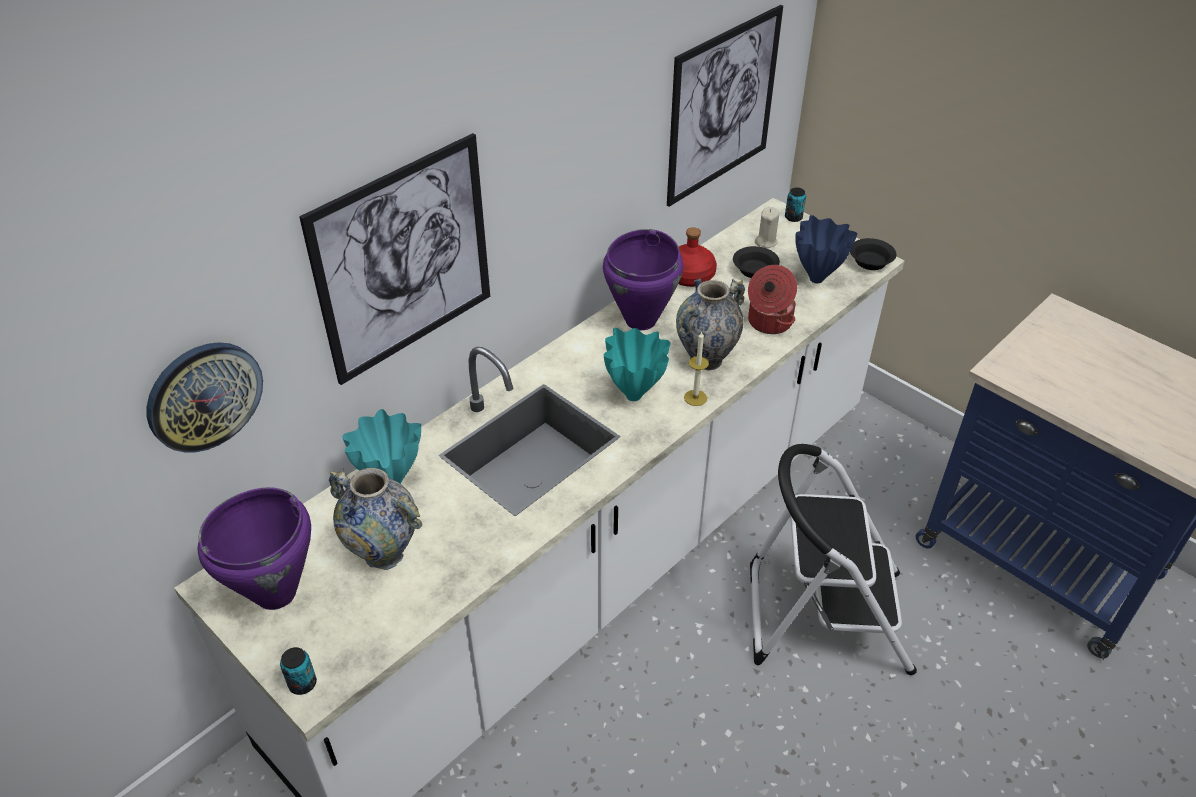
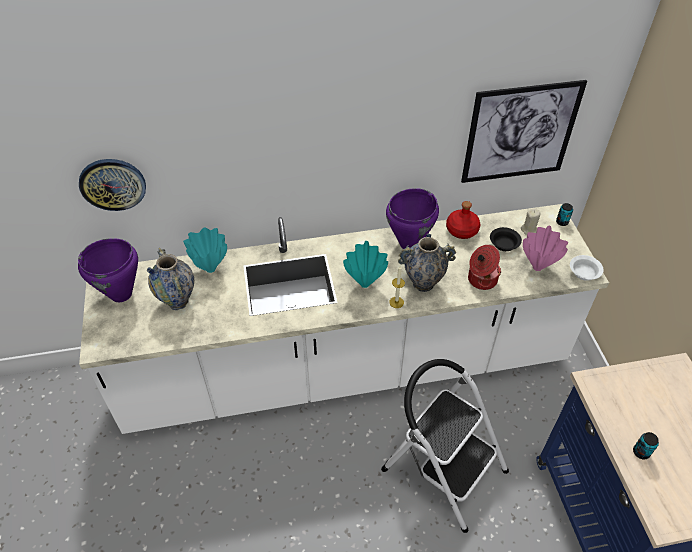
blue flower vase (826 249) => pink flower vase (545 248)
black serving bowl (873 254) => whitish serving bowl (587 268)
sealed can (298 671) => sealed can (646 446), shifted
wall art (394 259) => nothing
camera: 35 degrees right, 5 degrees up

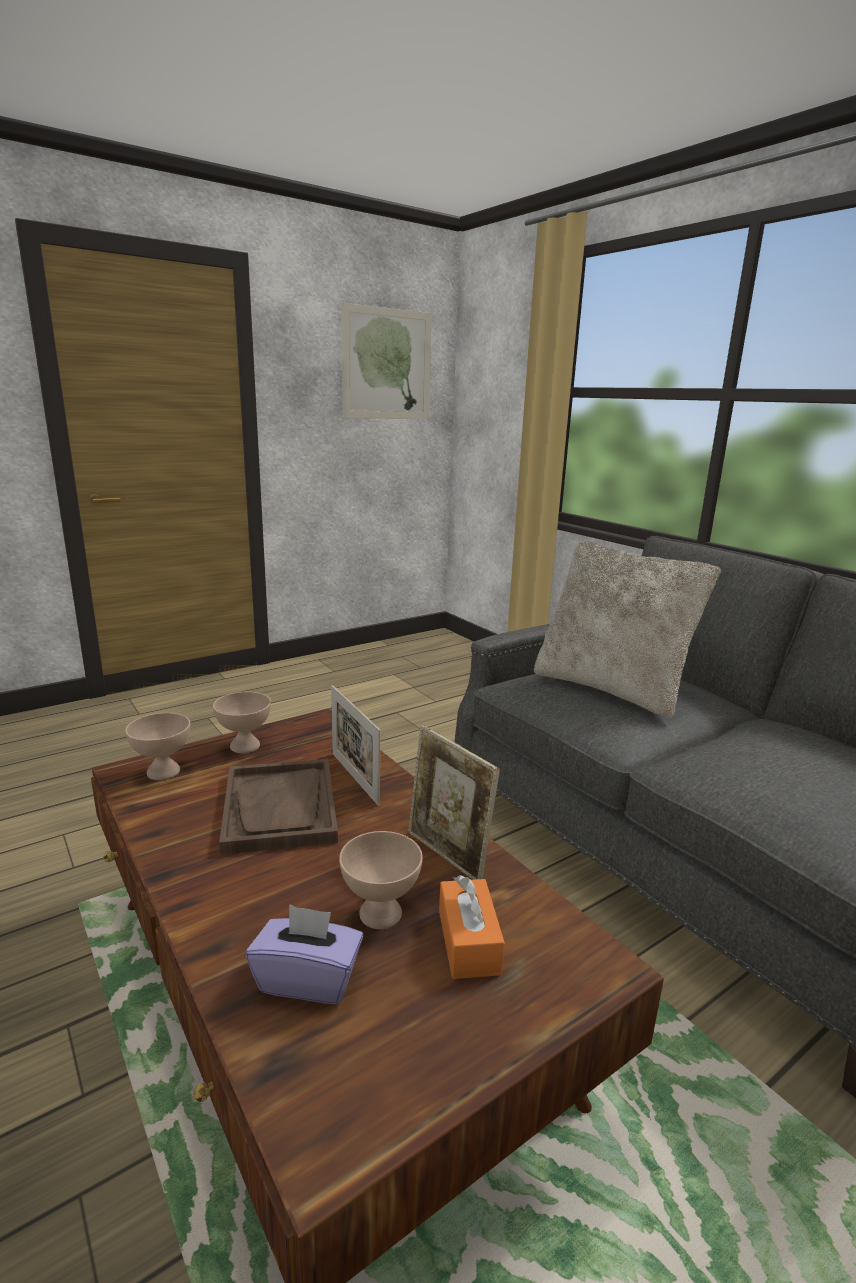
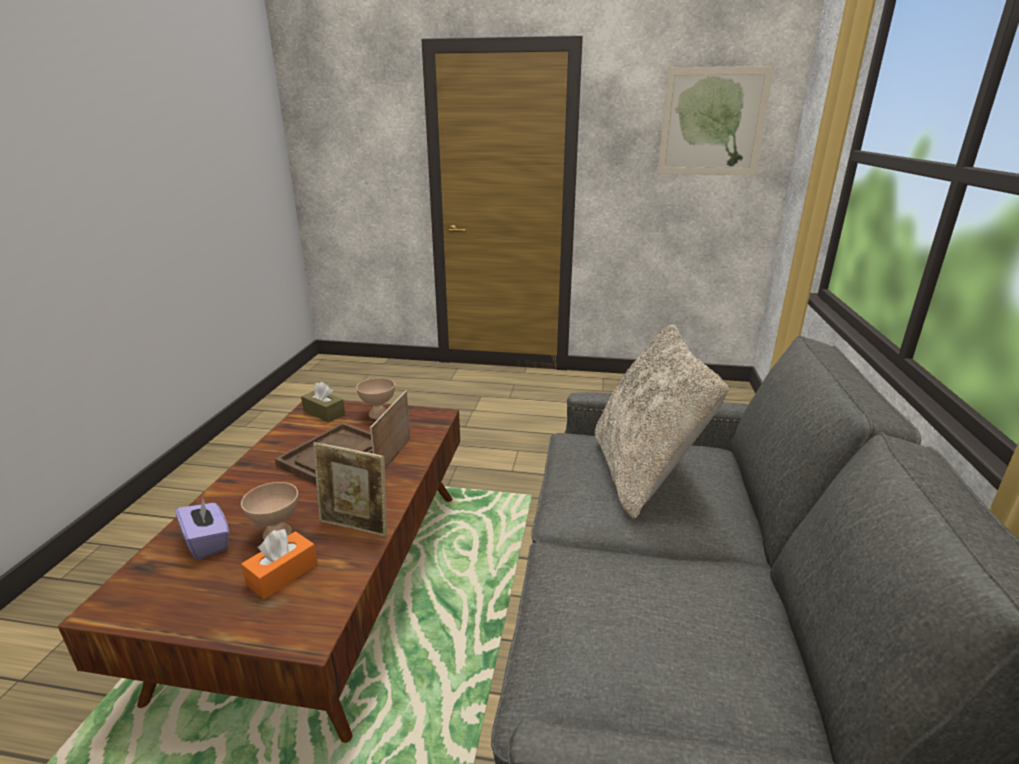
beige serving bowl (157 746) => brownish tissue holder (323 402)
standing frame (454 802) => standing frame (350 489), 75 degrees counterclockwise
camera: 45 degrees right, 5 degrees up

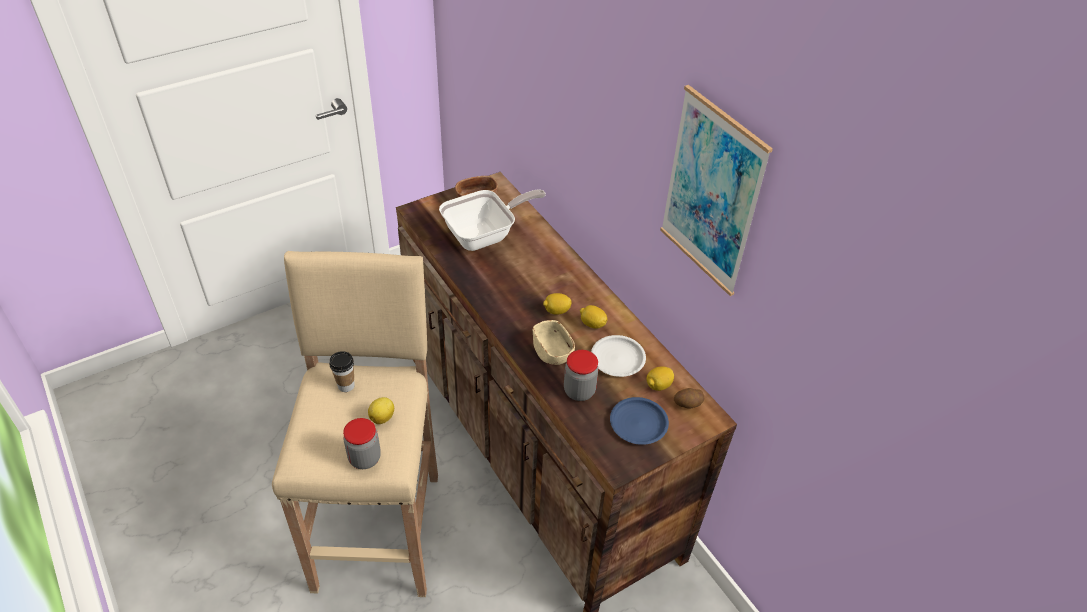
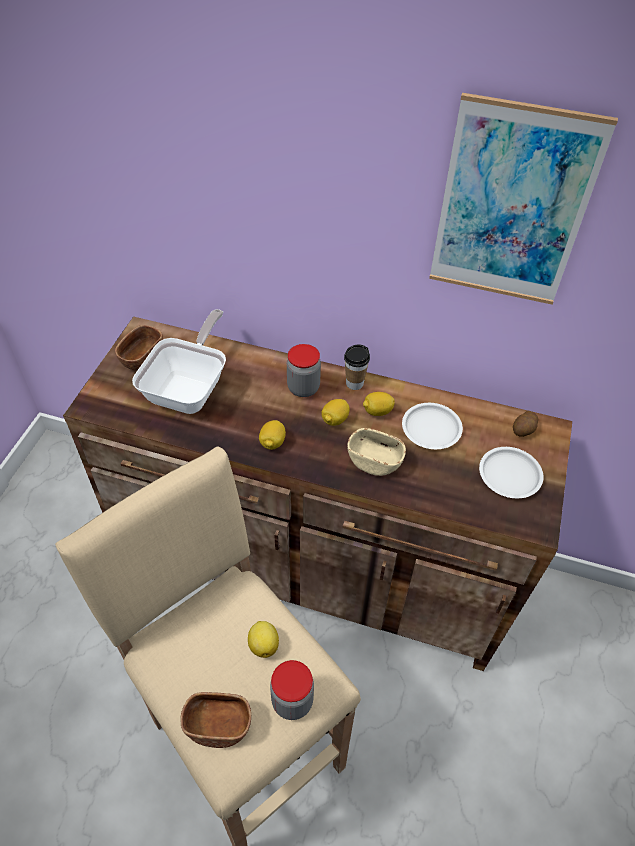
nothing => brownish serving bowl (216 720)
whole lemon (660 378) => whole lemon (272 435), shifted
storage jar (581 375) => storage jar (304 370), shifted
cup (342 371) => cup (357 367), shifted
blue flat dish (639 421) => whitish flat dish (511 472)
camera: 40 degrees left, 5 degrees up

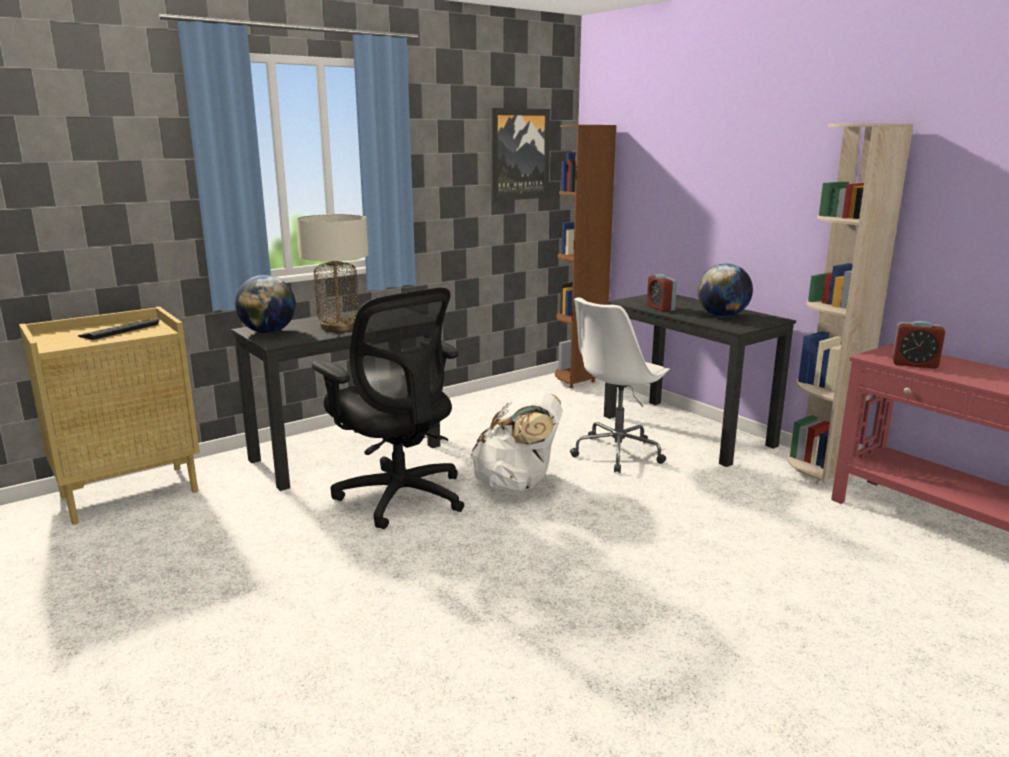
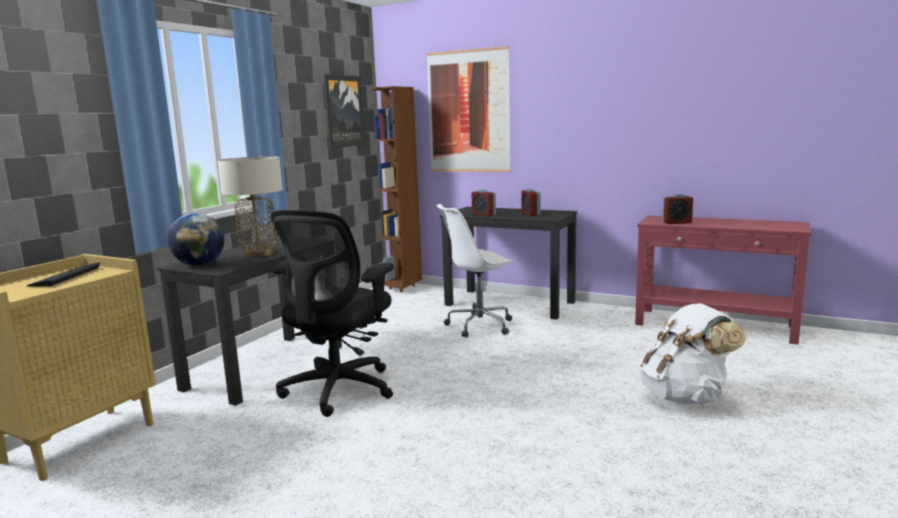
black computer chair (388 408) => black computer chair (332 313), 90 degrees clockwise
nothing => wall art (468 109)
whitish computer chair (620 385) => whitish computer chair (474 271), 45 degrees clockwise
globe (725 290) => table clock (531 202)
whitish knapsack (517 441) => whitish knapsack (692 353), shifted
beige shelving unit (850 304) => nothing
camera: 25 degrees left, 5 degrees down

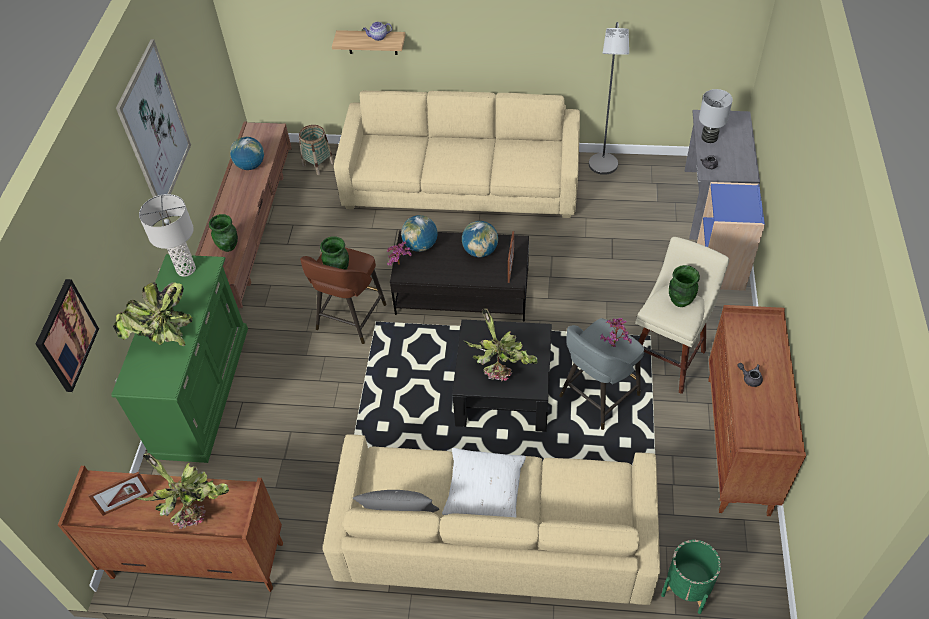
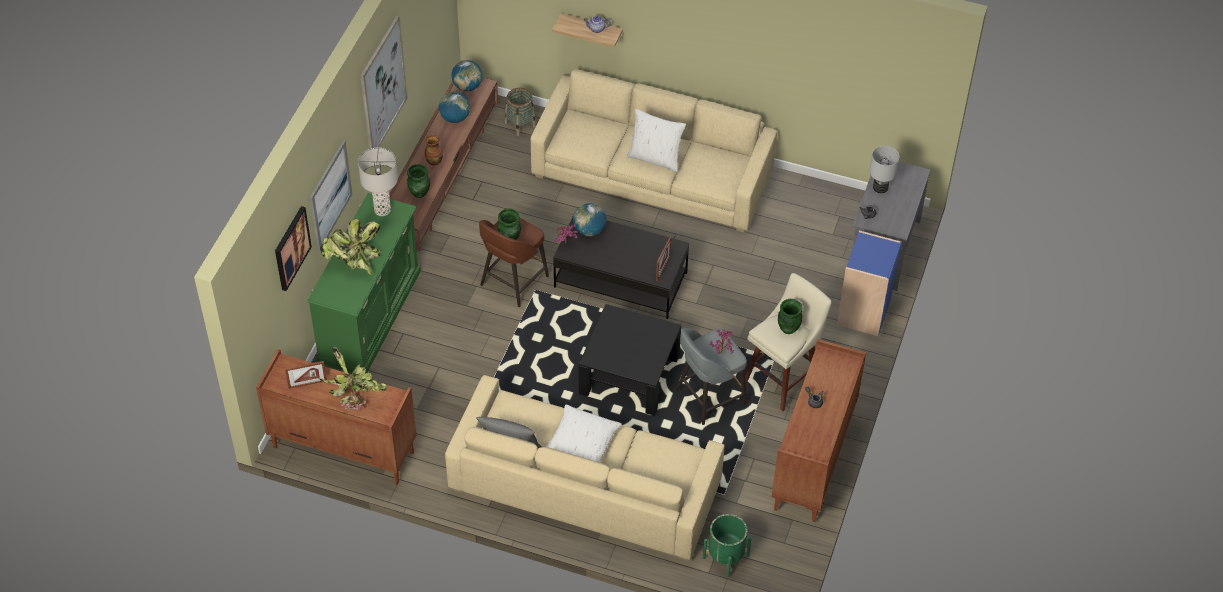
nothing => wall art (331 195)
nothing => flower vase (434 150)
globe (480 239) => globe (467 75), shifted
nothing => whitish throw pillow (656 140)
houseplant (501 344) => nothing
gray standard lamp (609 98) => nothing
camera: 10 degrees right, 0 degrees up

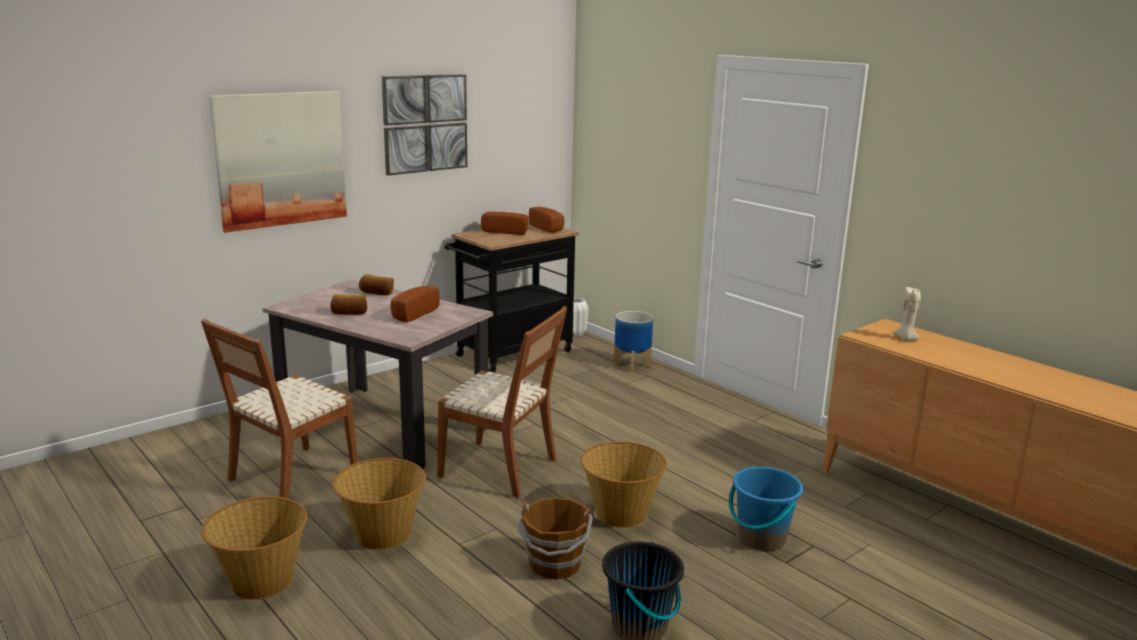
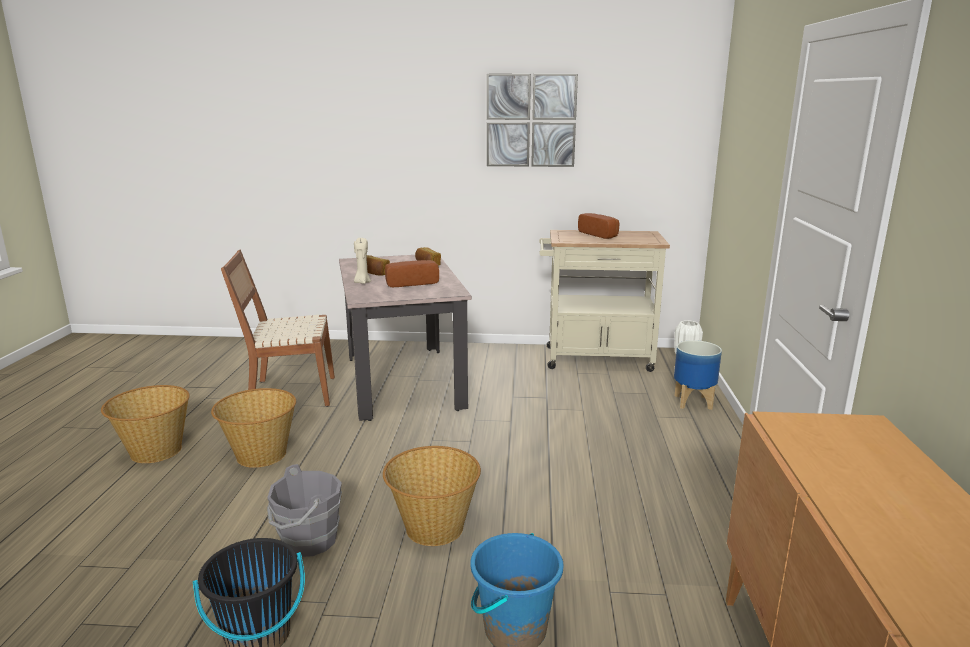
brownish bucket (555 539) => gray bucket (304 510)
beige wax candle (907 314) => beige wax candle (362 261), shifted
black wheeled cart (512 297) => beige wheeled cart (604 301)
wall art (278 162) => nothing
chair (502 402) => nothing
baked bread (546 220) => nothing
camera: 45 degrees right, 0 degrees up

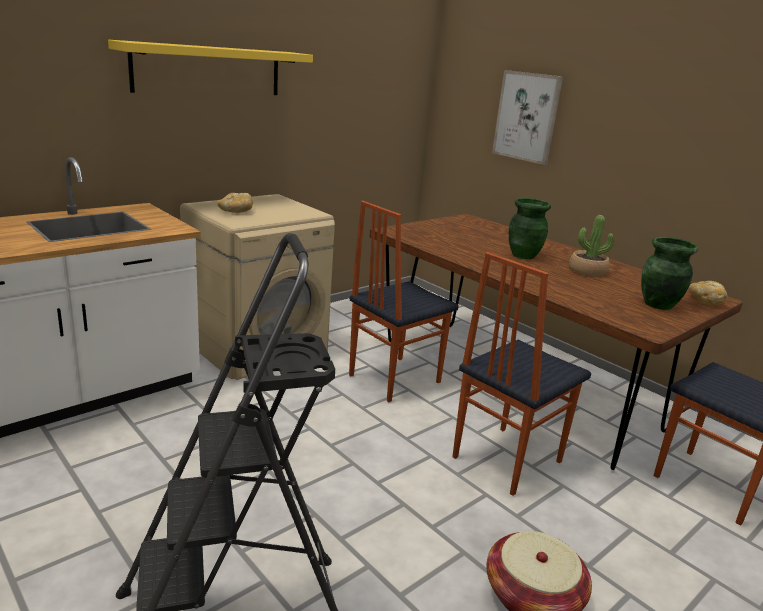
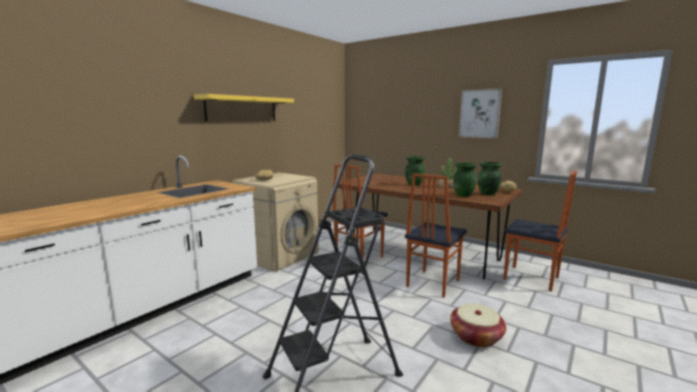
nothing => greenish flower vase (465 180)
wall art (527 117) => wall art (480 113), shifted
camera: 10 degrees left, 10 degrees down

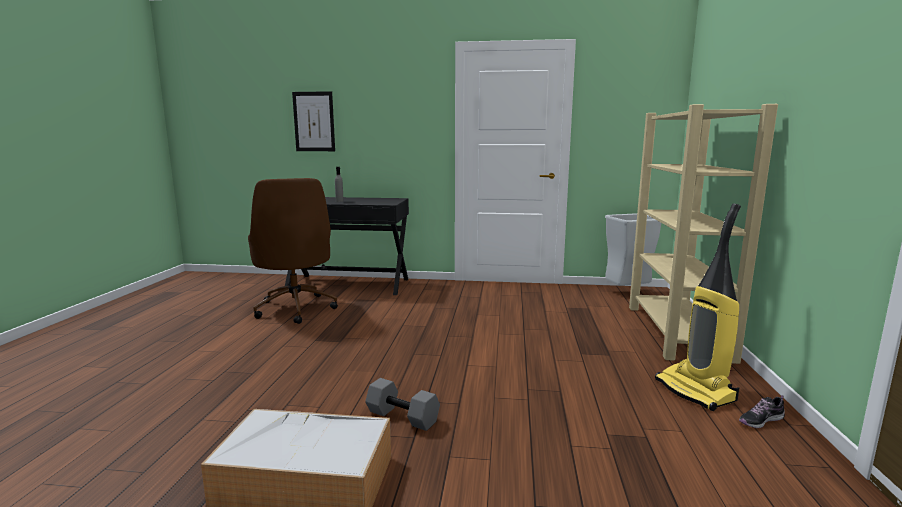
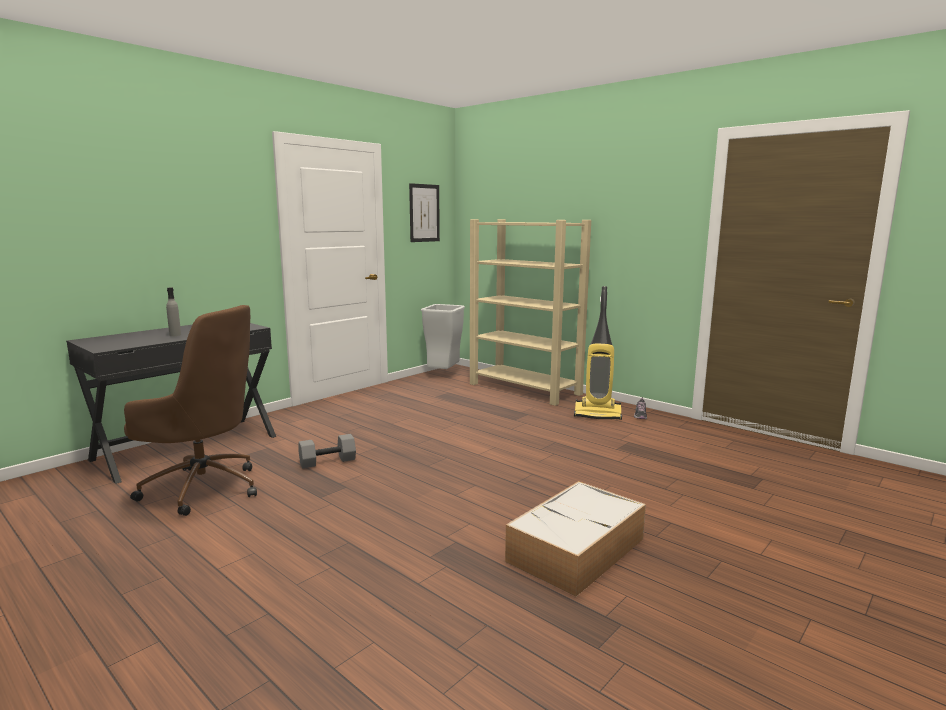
gray dumbbell (402 404) => gray dumbbell (327 451), shifted
wall art (313 121) => wall art (424 212), shifted
camera: 55 degrees left, 0 degrees up

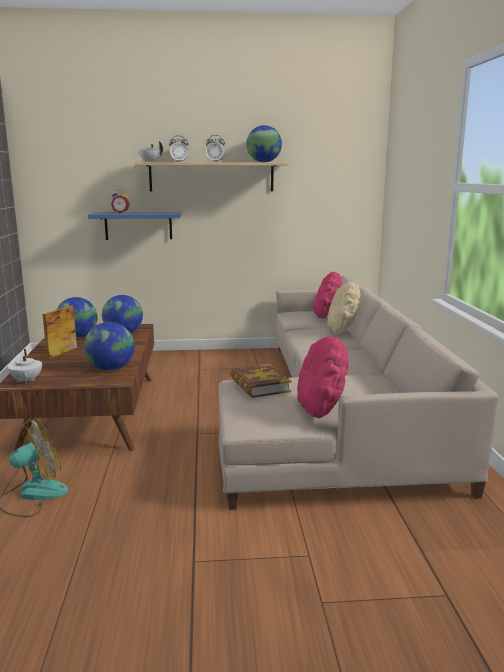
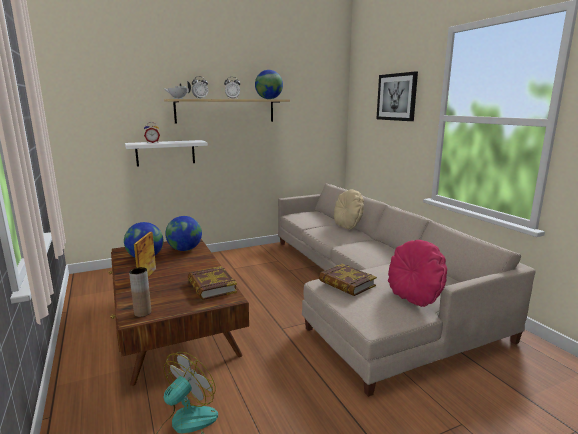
blue wall shelf (135 226) => whitish wall shelf (166 153)
whitish tea pot (25 366) => brownish flower vase (140 292)
globe (109 346) => bound book (212 283)
nothing => wall art (397 96)
pink throw pillow (327 295) => nothing
camera: 20 degrees left, 0 degrees up

